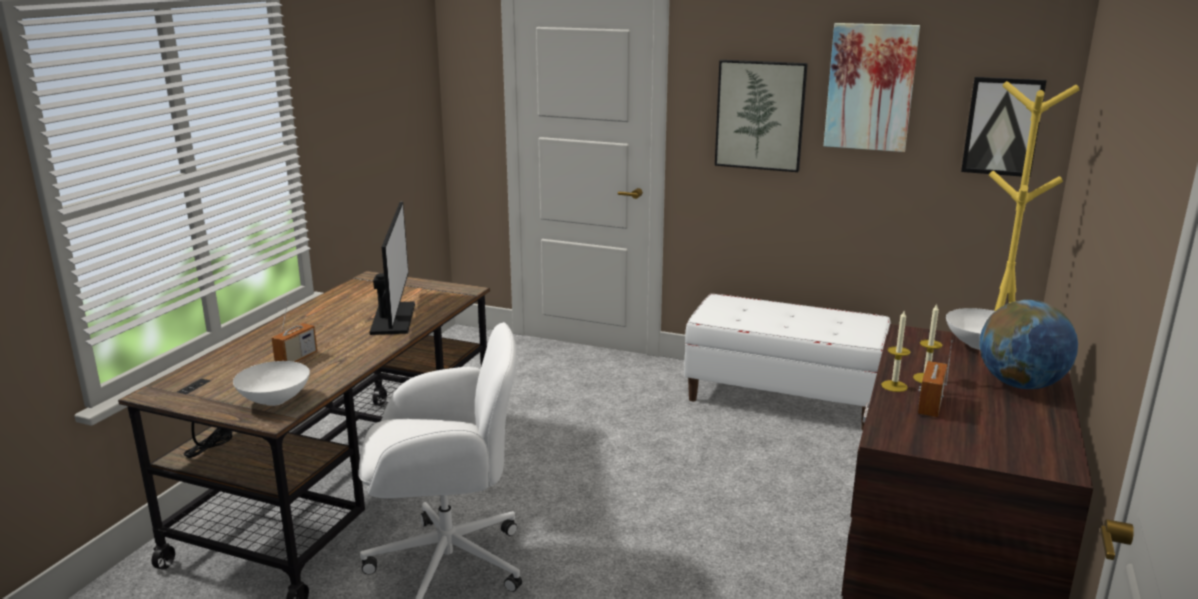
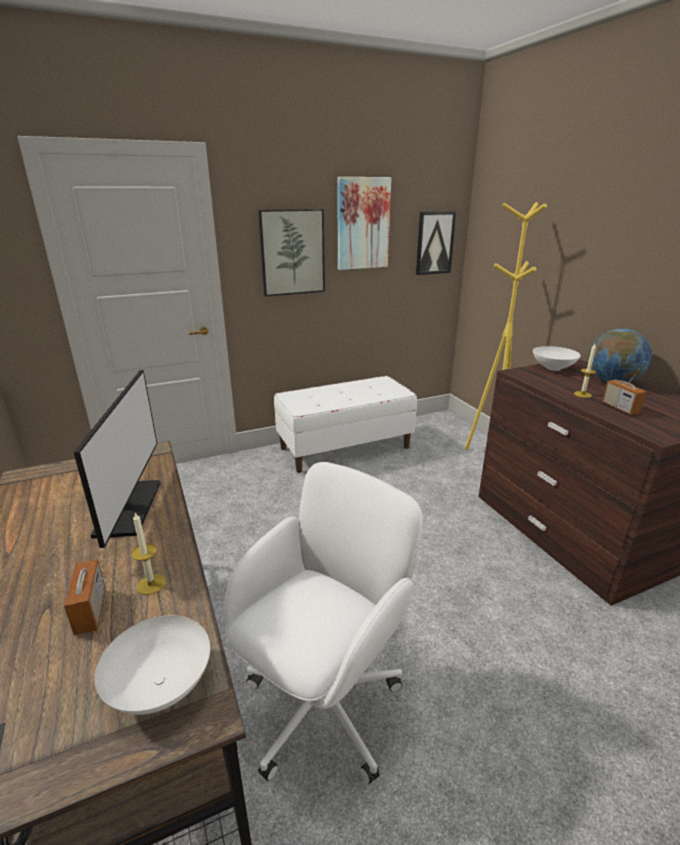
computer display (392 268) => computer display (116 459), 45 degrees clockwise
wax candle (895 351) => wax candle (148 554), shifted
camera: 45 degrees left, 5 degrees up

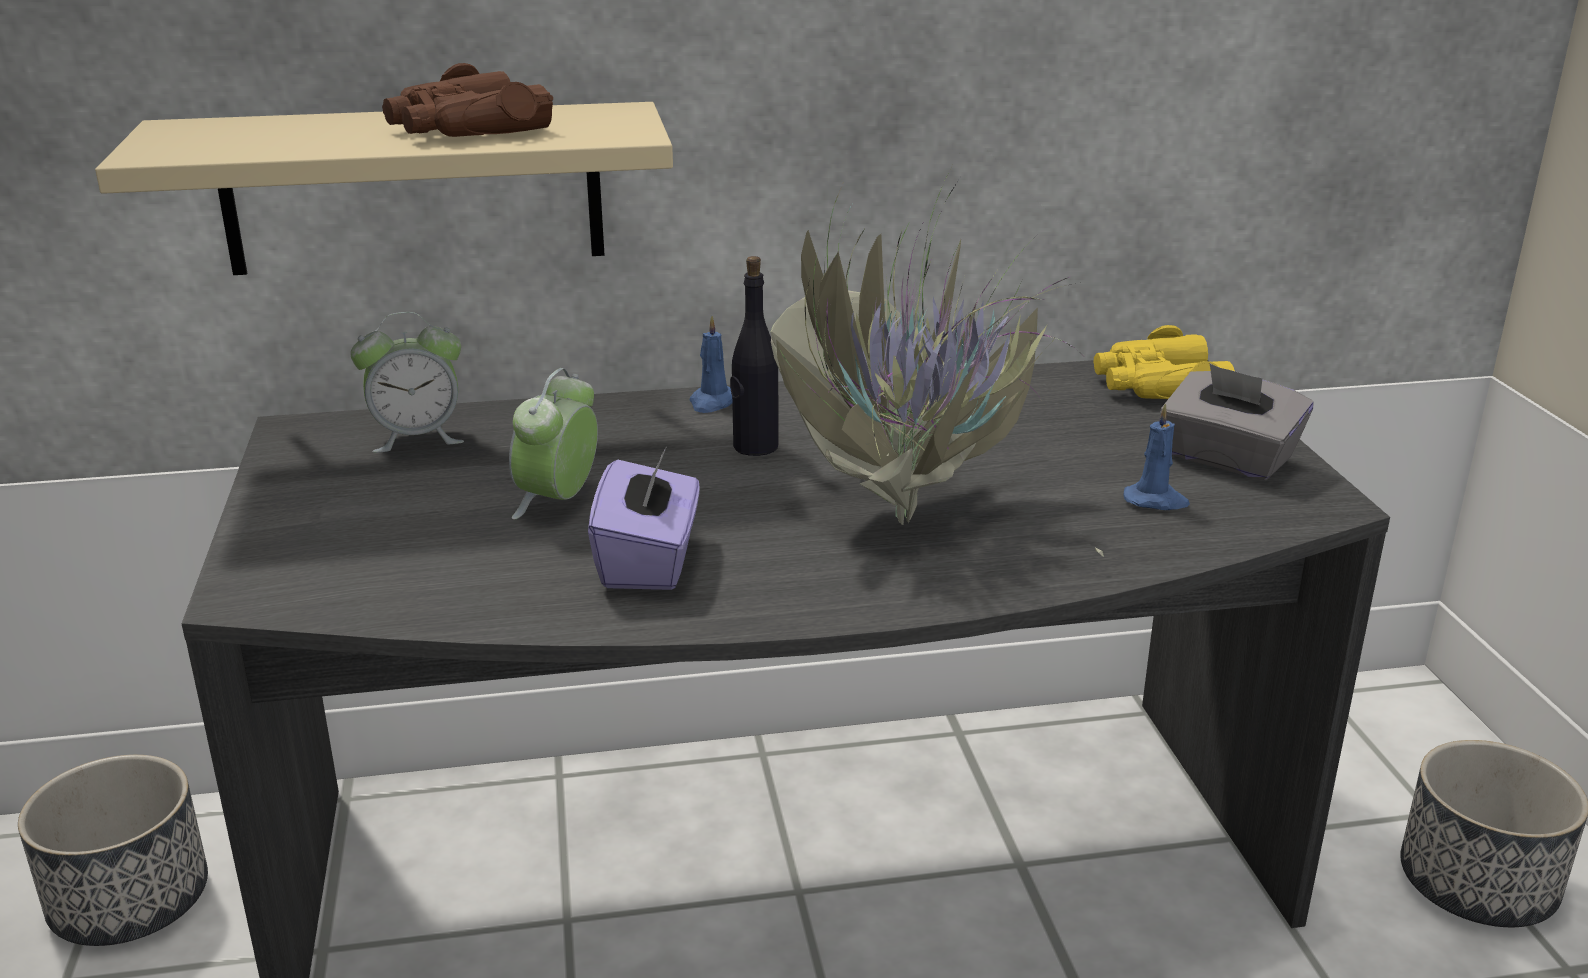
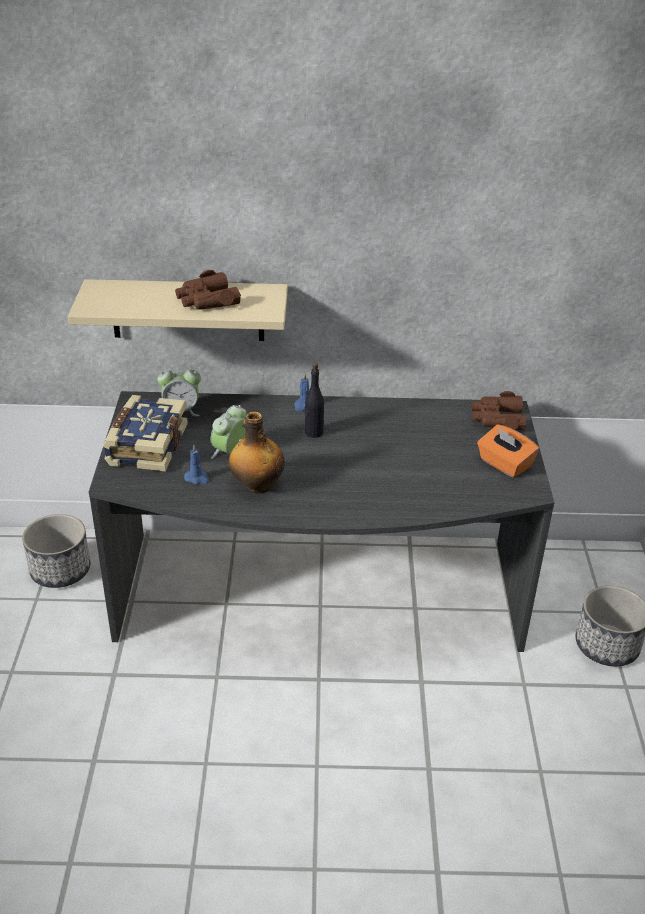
nothing => bound book (145 433)
blue wax candle (1157 456) => blue wax candle (196 464), shifted
purplish tissue holder (644 519) => drink bottle (257 453)
yellow-coloured binoculars (1164 362) => brownish binoculars (499 410)
gray tissue holder (1236 422) => orange-coloured tissue holder (508 451)
houseplant (937 359) => nothing
camera: 10 degrees right, 10 degrees up

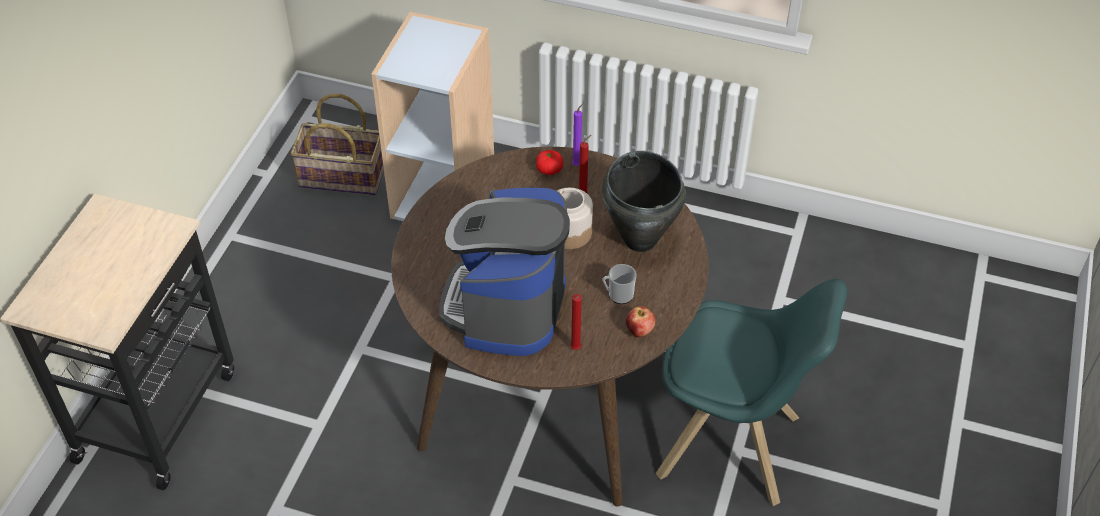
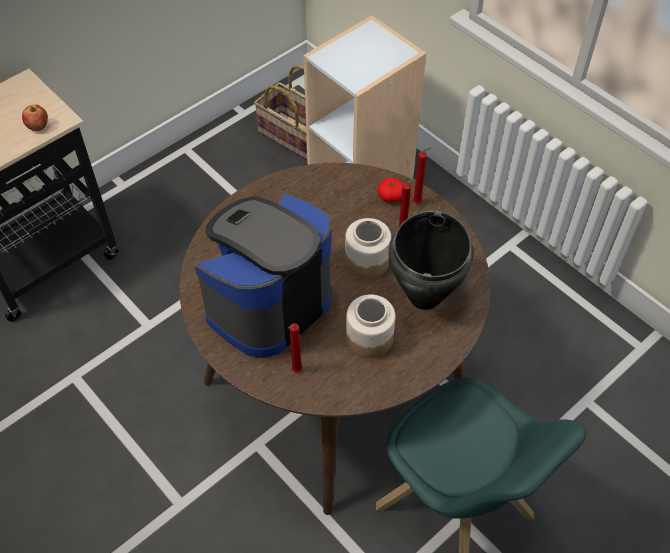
whole apple (640 321) => whole apple (35 118), shifted
coffee mug (619 284) => storage jar (370 326)
purplish wax candle (578 134) => red wax candle (422 175)
camera: 30 degrees right, 5 degrees up

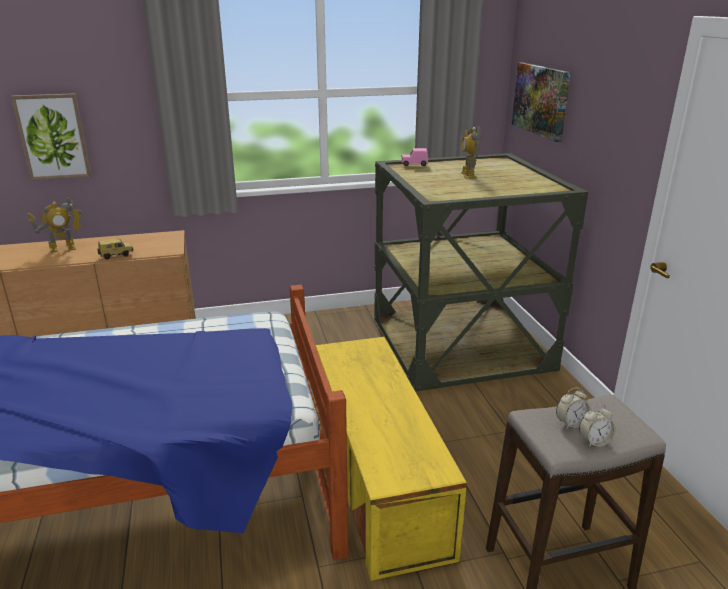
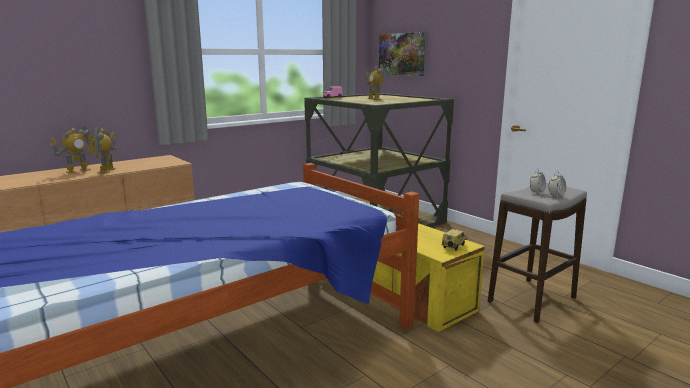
nothing => robot figure (103 150)
model car (115 249) => model car (454 240), shifted
wall art (51 136) => nothing
camera: 25 degrees left, 10 degrees down

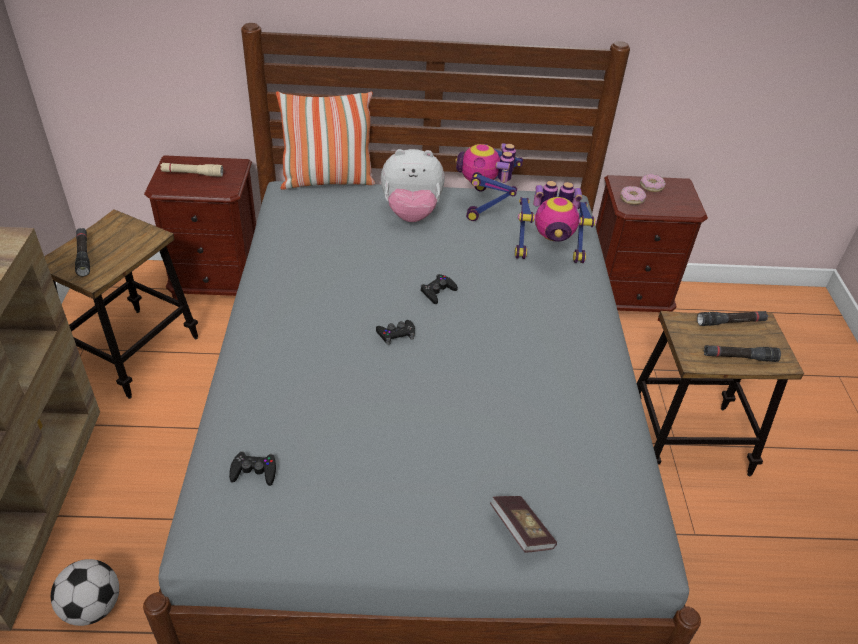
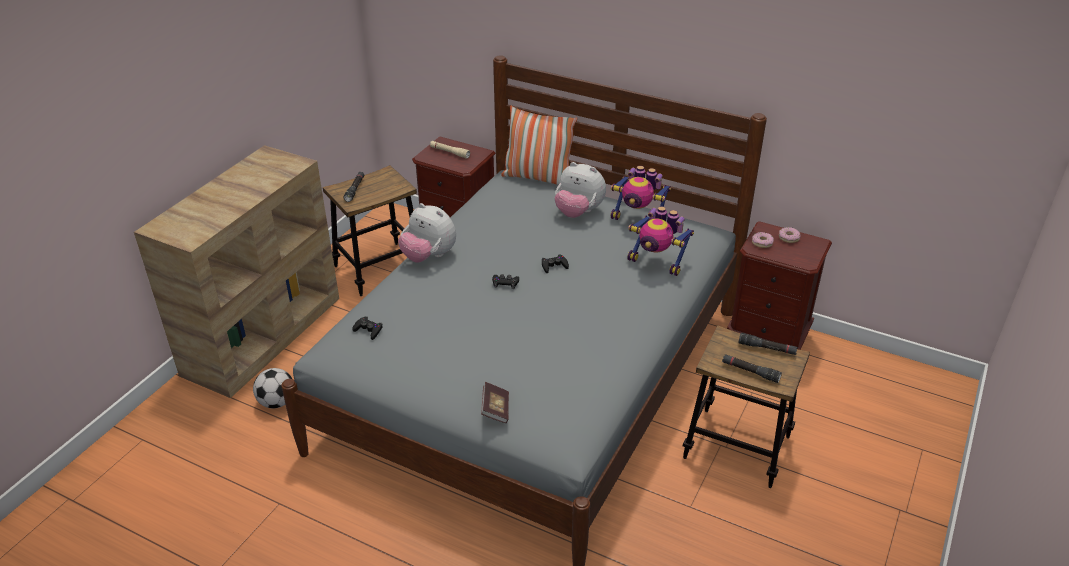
nothing => soft toy (427 233)
robot figure (489 182) => robot figure (640 193), 105 degrees counterclockwise
camera: 30 degrees right, 5 degrees down

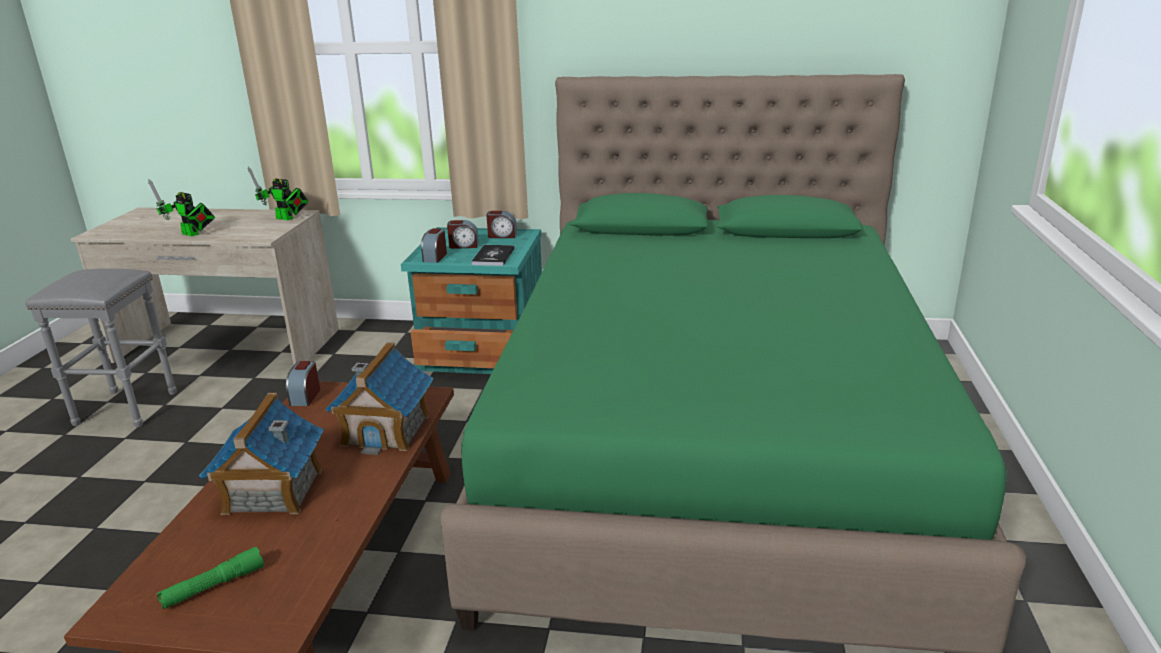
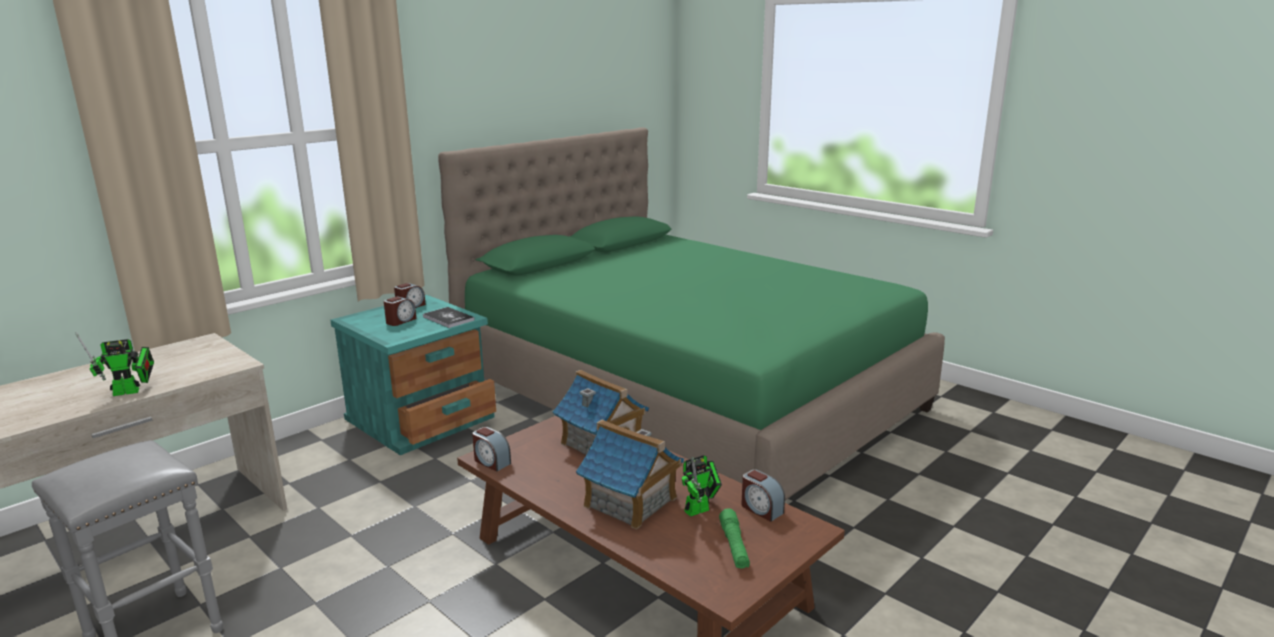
robot figure (278 193) => robot figure (702 486), shifted
table clock (434 245) => table clock (763 495), shifted
camera: 55 degrees left, 5 degrees down

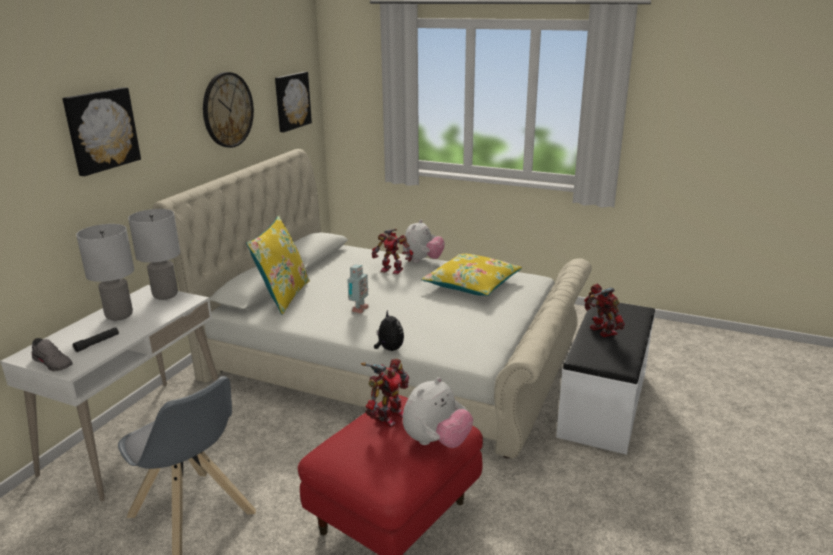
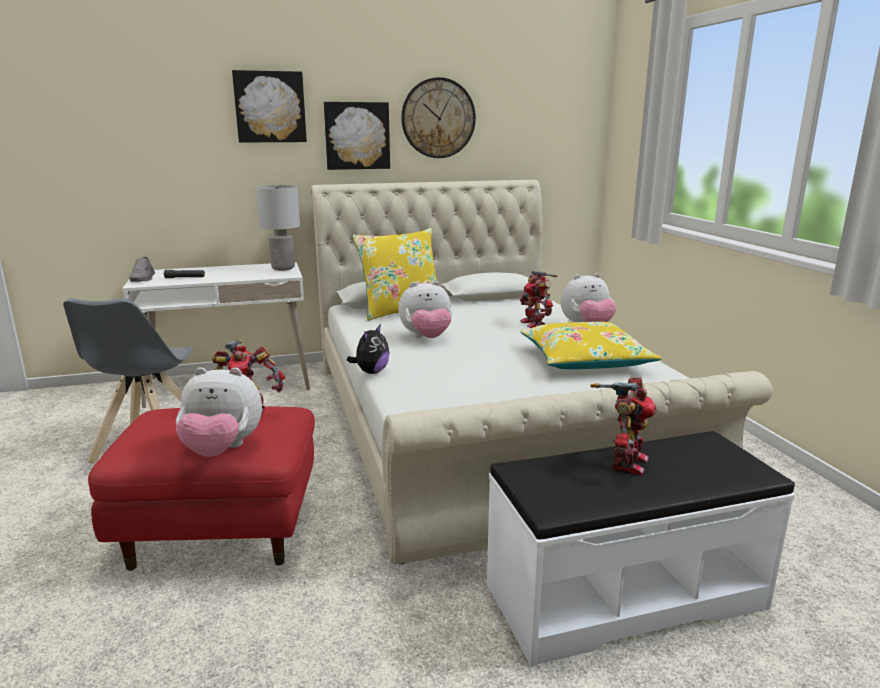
wall art (293 102) => wall art (357 136), shifted
robot figure (358 288) => soft toy (425 309)
gray tabletop lamp (105 272) => nothing
camera: 50 degrees right, 5 degrees down

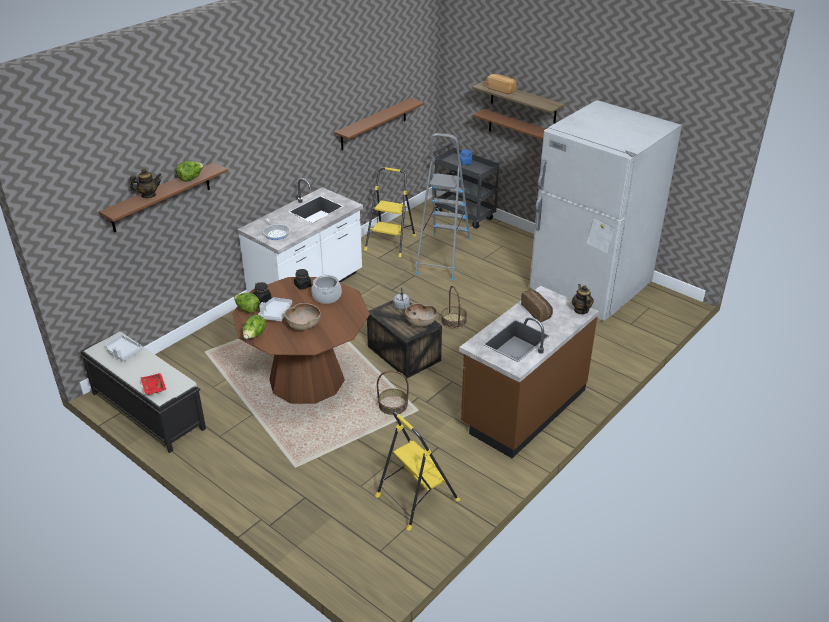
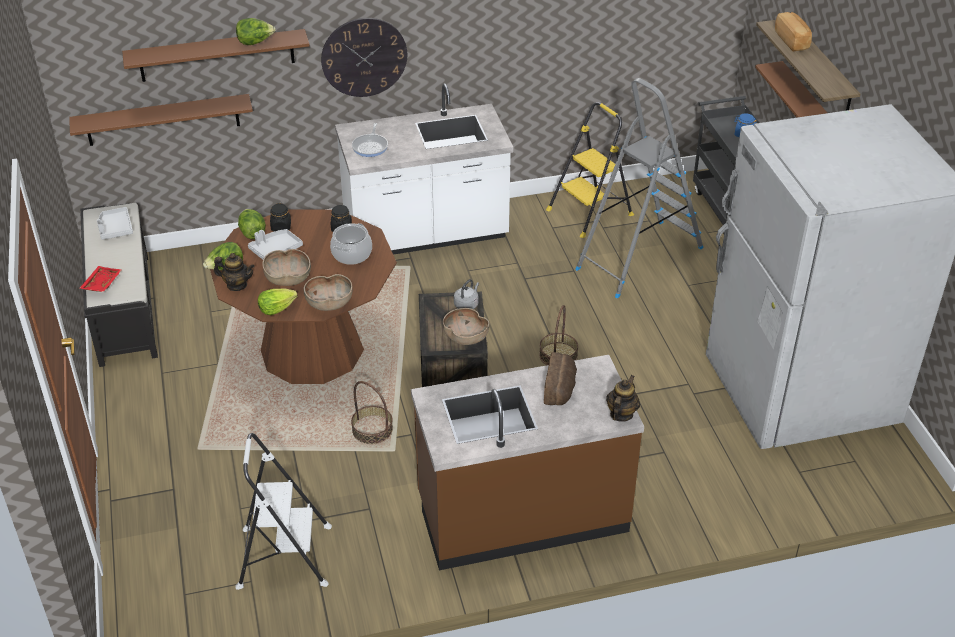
brownish wall shelf (379 124) => brownish wall shelf (161 120), shifted
tea pot (145 183) => tea pot (234 272), shifted
yellow-coloured step ladder (417 471) => whitish step ladder (283 511)
nothing => lettuce head (277 301)
nothing => brownish serving bowl (328 292)
nothing => hanging clock (364 57)
camera: 35 degrees right, 5 degrees up

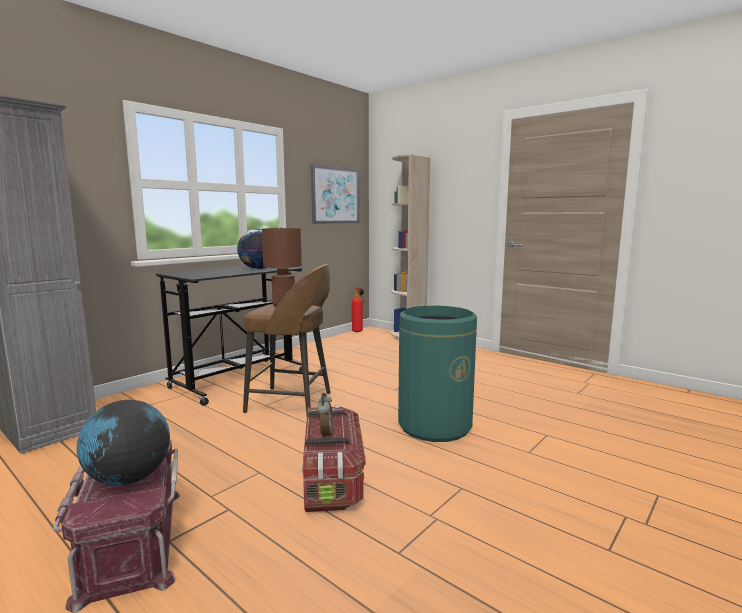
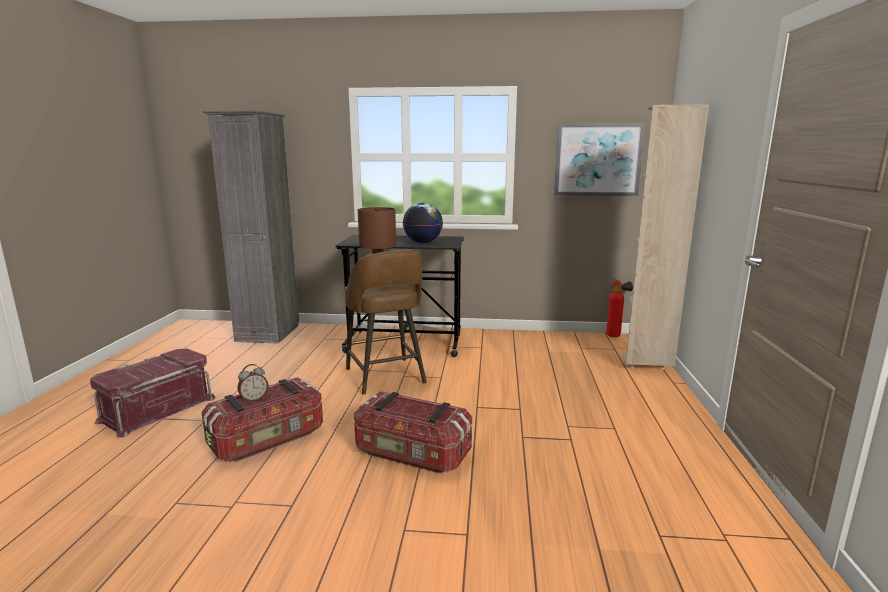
greenish rubbish bin (437 374) => storage container (413 432)
globe (123 443) => nothing
camera: 55 degrees right, 5 degrees up

